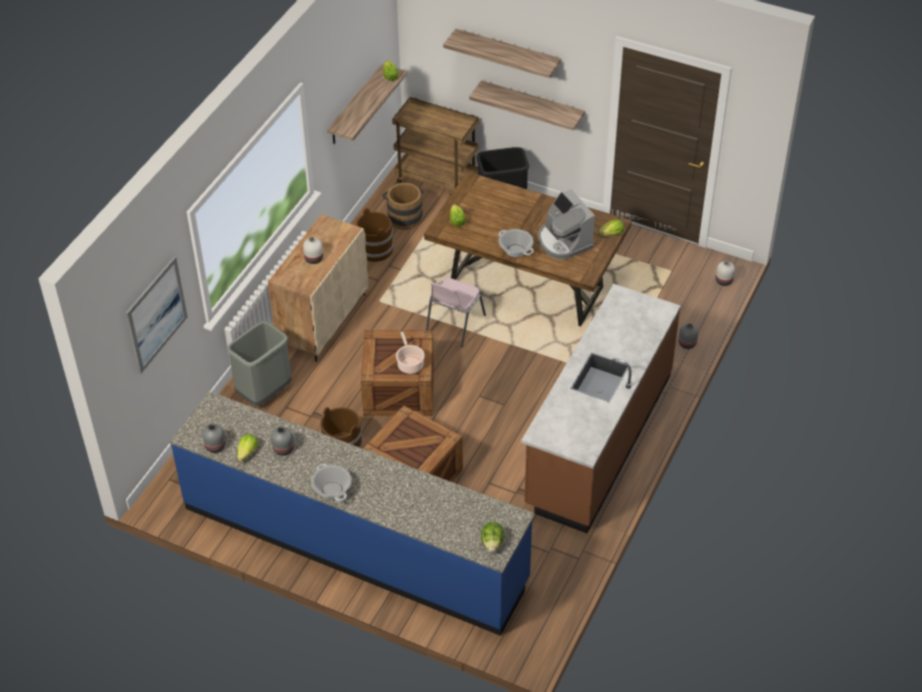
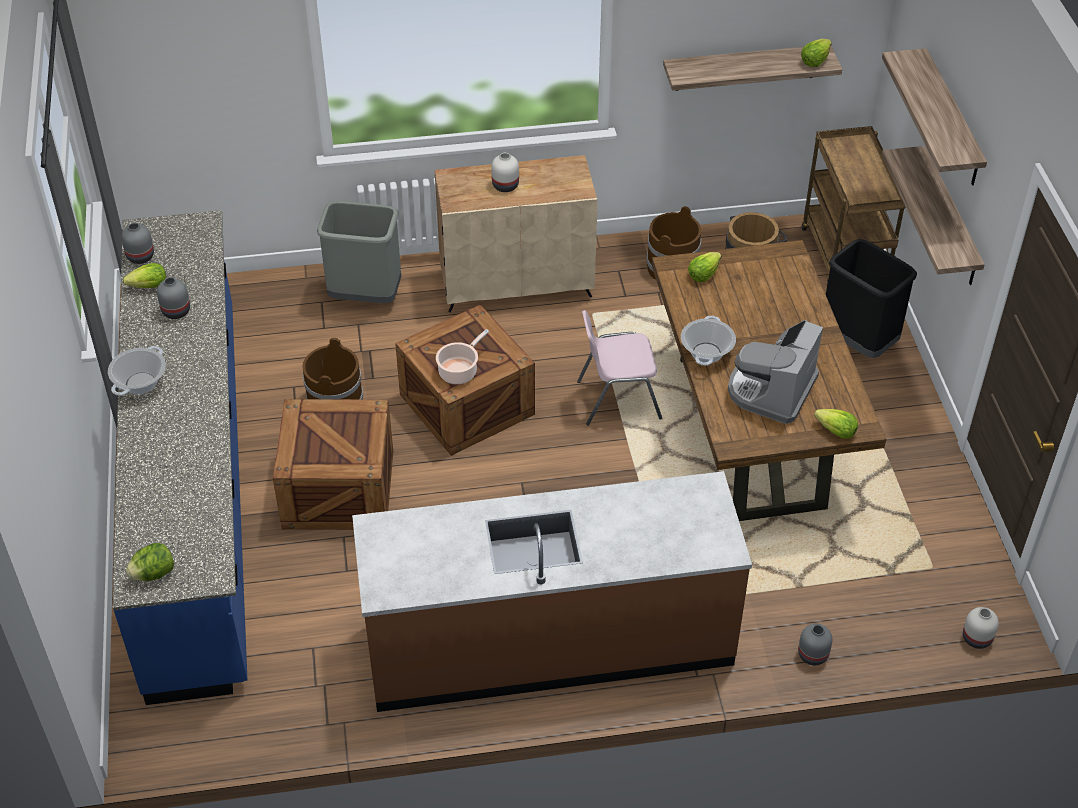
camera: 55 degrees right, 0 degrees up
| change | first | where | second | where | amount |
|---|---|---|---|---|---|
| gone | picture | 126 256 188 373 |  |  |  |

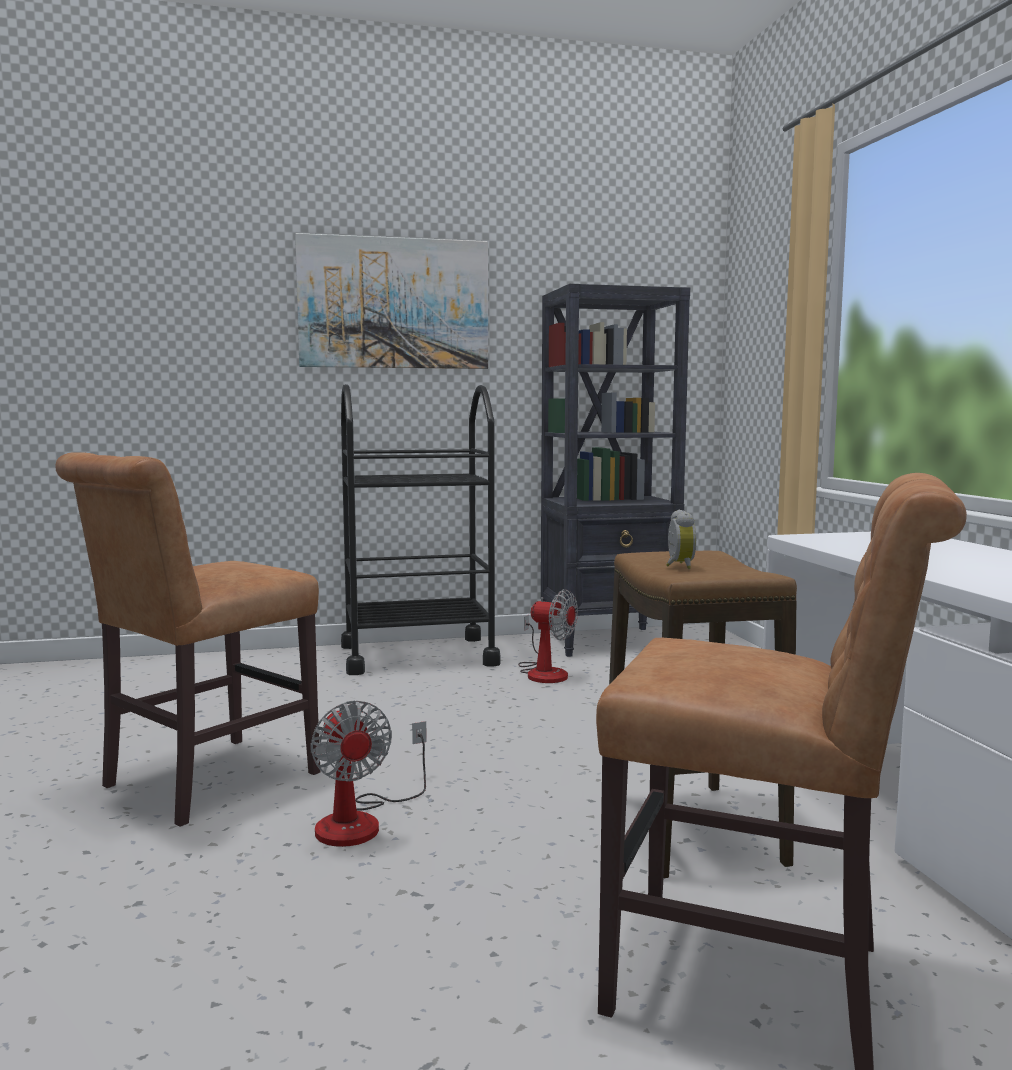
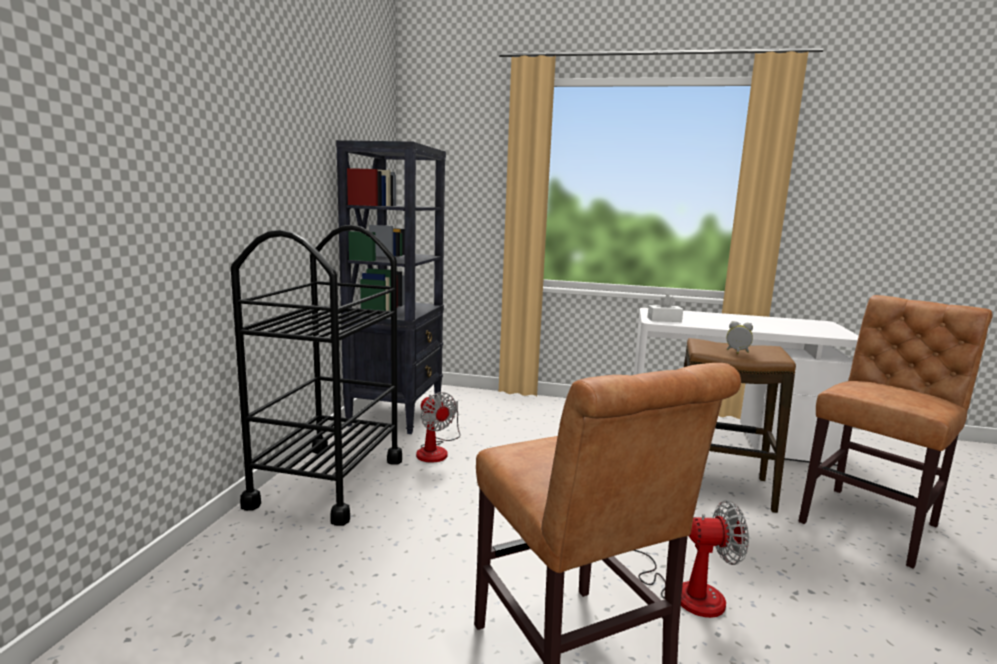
camera: 65 degrees left, 5 degrees up
| change | first | where | second | where | amount |
|---|---|---|---|---|---|
| gone | picture | 295 233 488 369 |  |  |  |
| rotated | fan | 518 589 578 683 |  | 416 392 461 463 | 90 degrees clockwise |
| new |  |  | white tissue box | 647 294 683 322 |  |

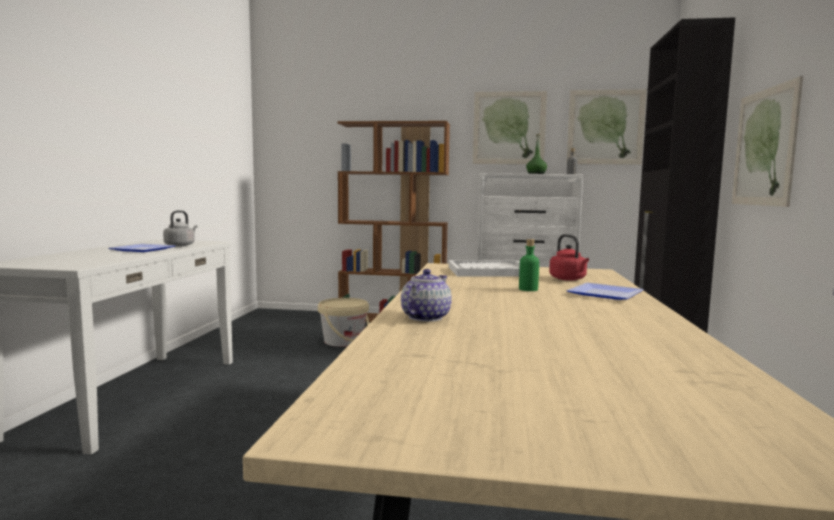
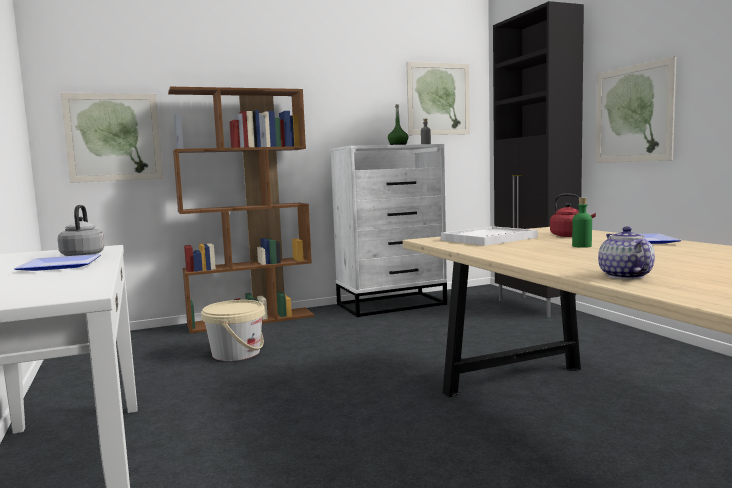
camera: 30 degrees left, 0 degrees up
| change | first | where | second | where | amount |
|---|---|---|---|---|---|
| shifted | picture | 473 91 547 164 |  | 61 93 163 183 |  |

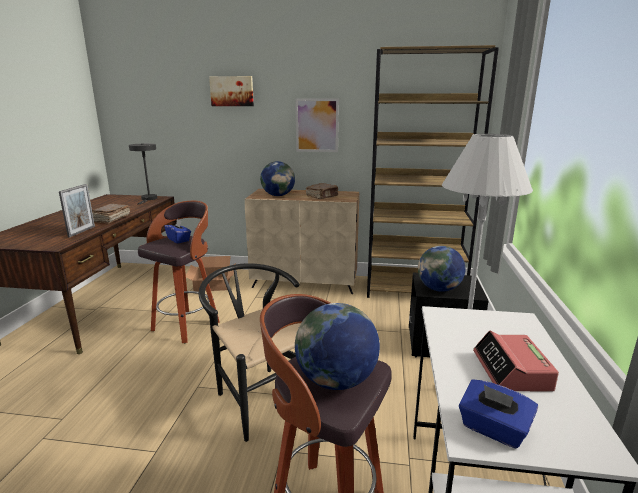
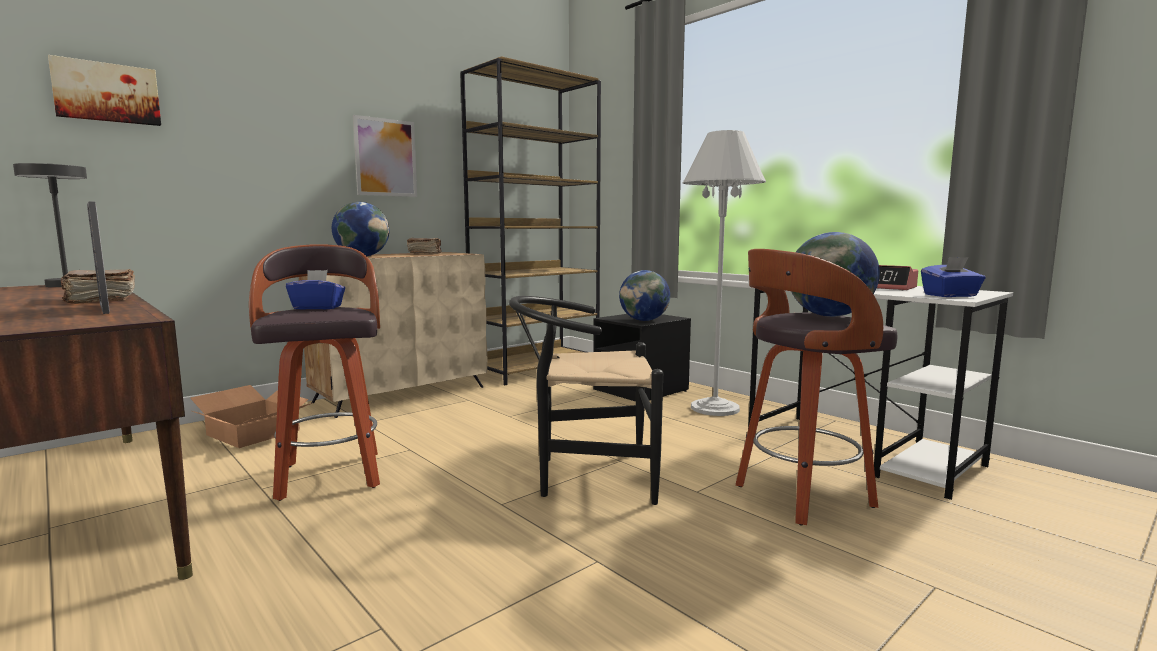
camera: 50 degrees left, 10 degrees down
| change | first | where | second | where | amount |
|---|---|---|---|---|---|
| shifted | picture | 209 76 254 106 |  | 48 55 161 126 |  |

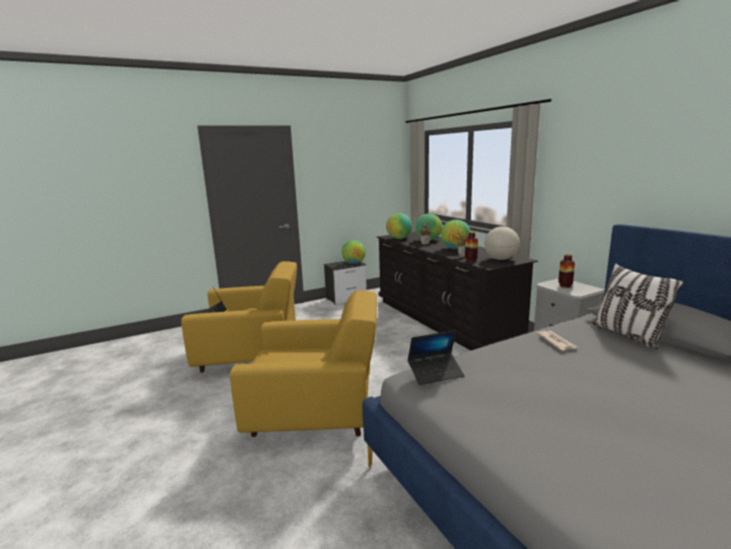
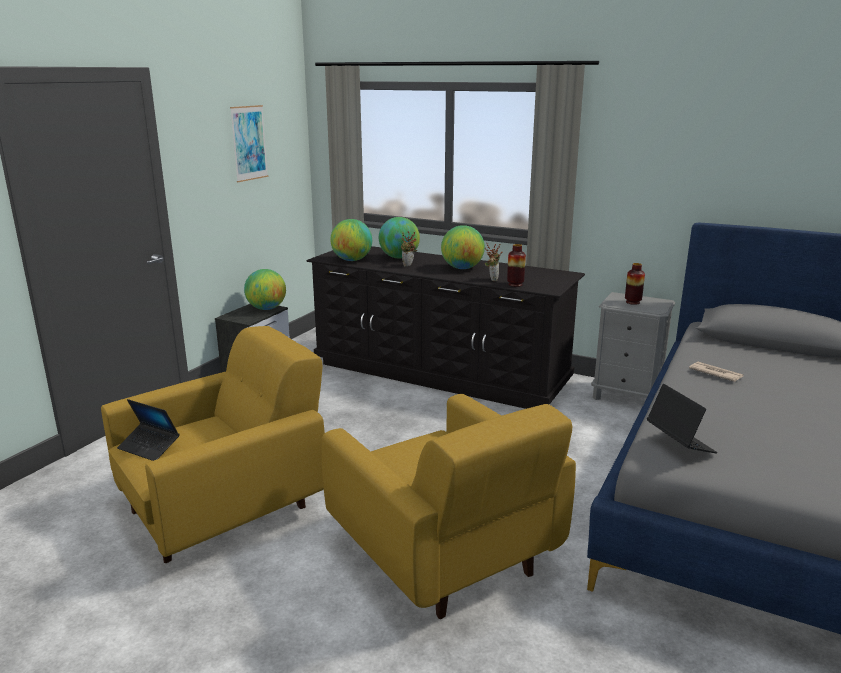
camera: 35 degrees left, 5 degrees up
| change | first | where | second | where | amount |
|---|---|---|---|---|---|
| gone | globe | 485 226 520 260 |  |  |  |
| gone | pillow | 591 263 684 351 |  |  |  |
| rotated | yellow armchair | 230 290 377 437 |  | 322 394 576 619 | 90 degrees clockwise |
| rotated | laptop | 407 330 465 385 |  | 647 384 717 453 | 60 degrees counterclockwise |
| new |  |  | picture | 230 105 268 182 |  |

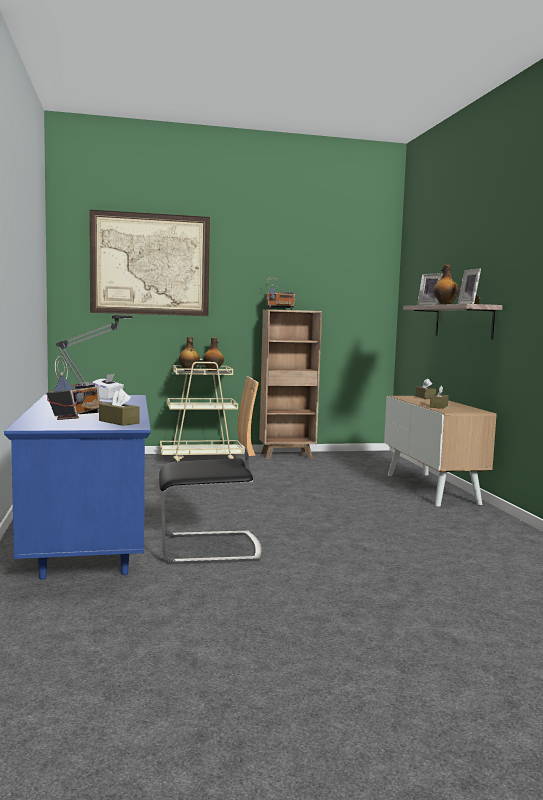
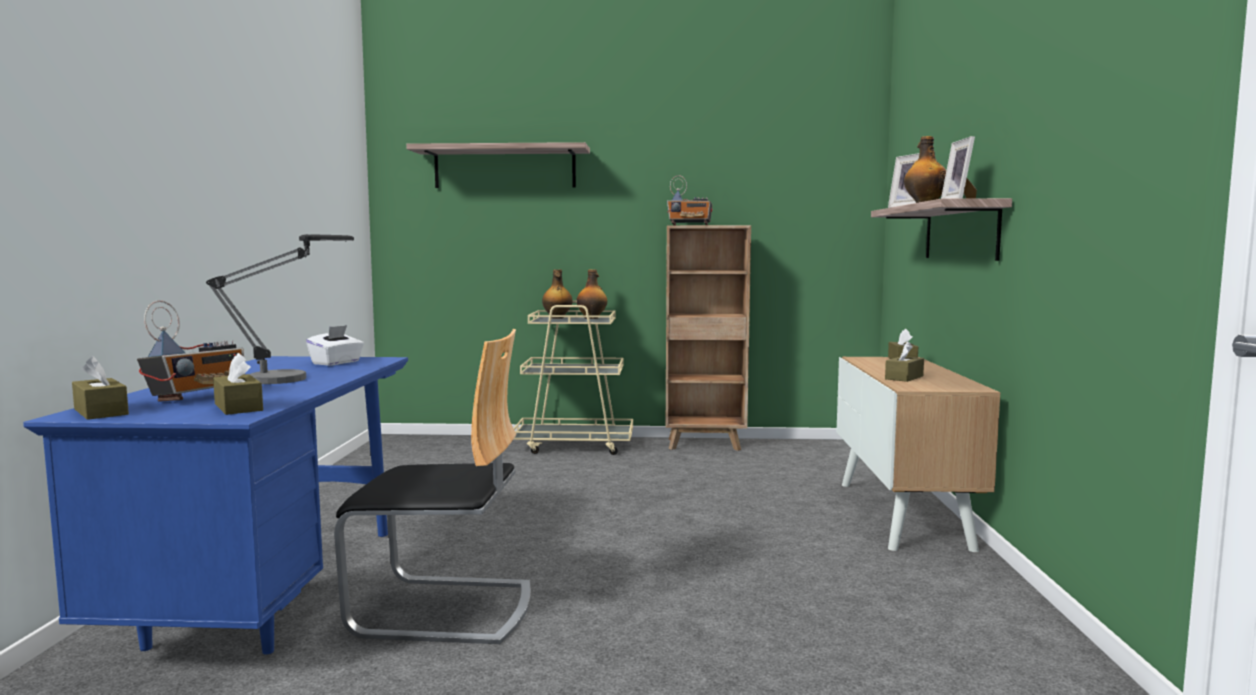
camera: 15 degrees right, 0 degrees up
| change | first | where | second | where | amount |
|---|---|---|---|---|---|
| swapped | picture | 89 209 210 316 | shelf | 406 142 590 188 |  |
| new |  |  | brown tissue box | 72 356 129 420 |  |

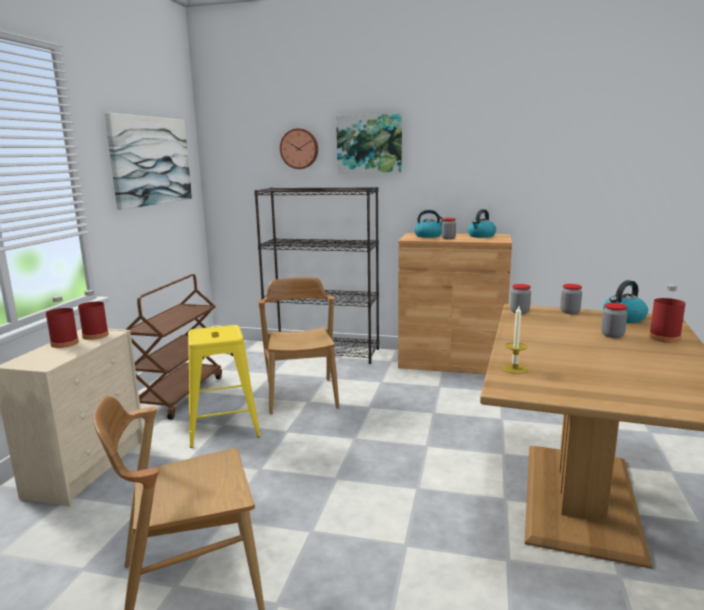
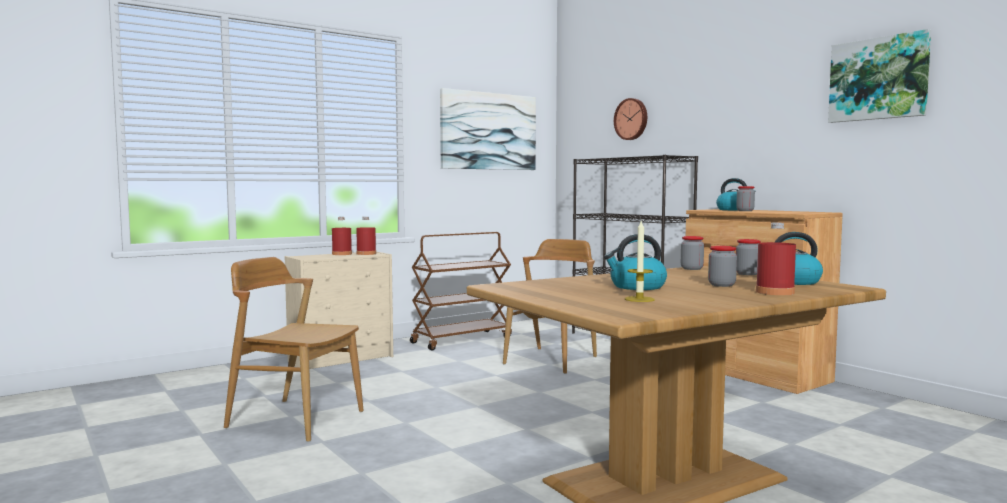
camera: 40 degrees right, 10 degrees down
| change | first | where | second | where | amount |
|---|---|---|---|---|---|
| shifted | picture | 336 114 402 174 |  | 828 29 931 123 |  |
| shifted | kettle | 468 209 496 238 |  | 604 234 667 290 |  |
| shifted | candle | 502 306 528 374 |  | 625 221 655 302 |  |
| gone | yellow stool | 188 325 261 448 |  |  |  |

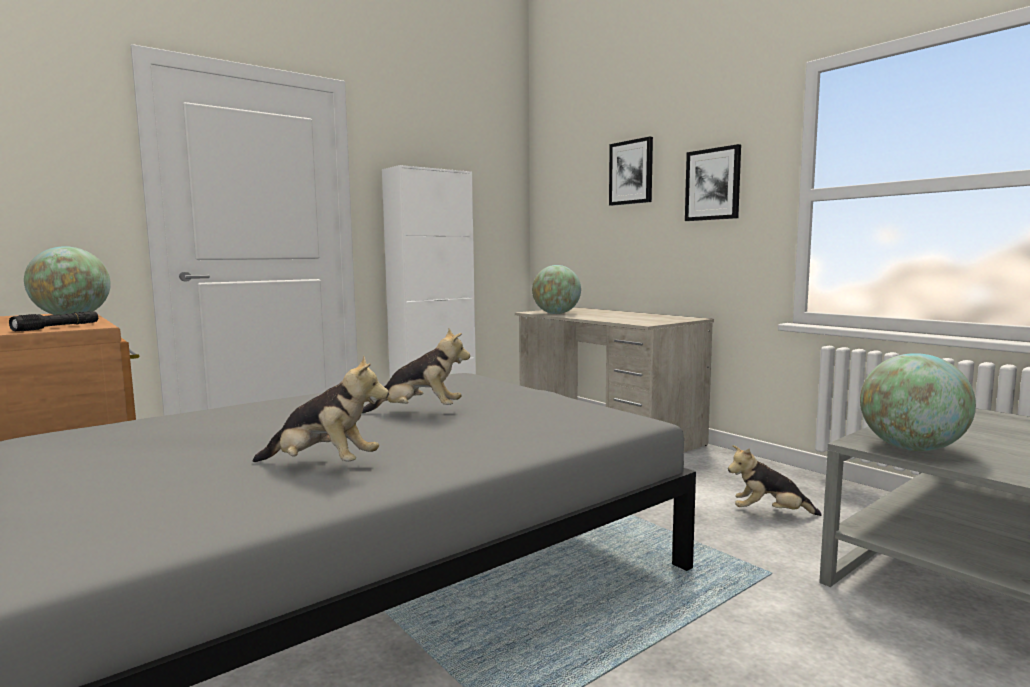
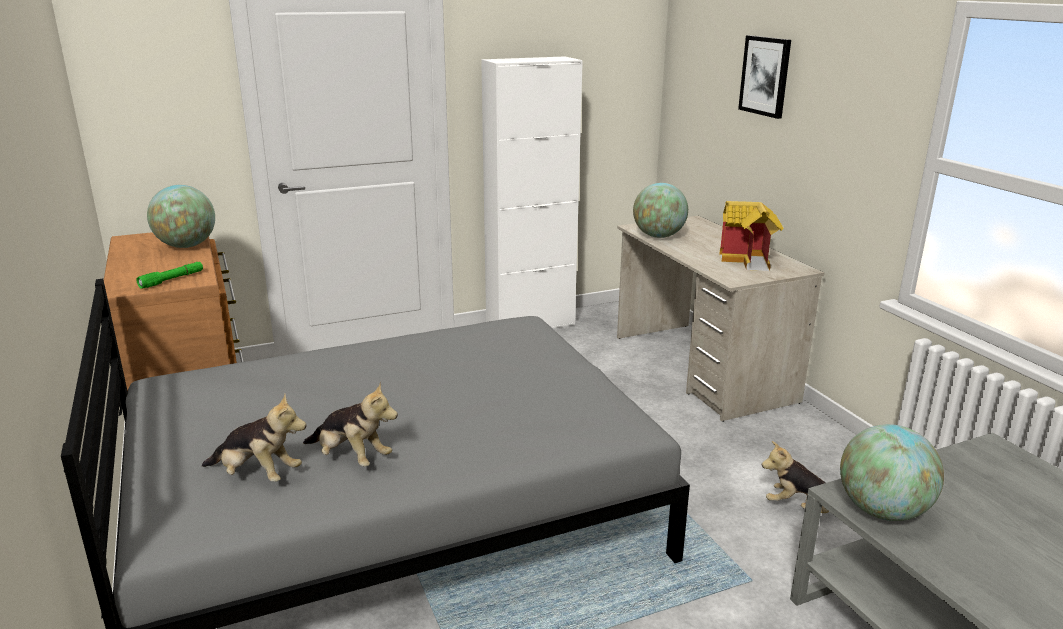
camera: 15 degrees right, 15 degrees up
| change | first | where | second | where | amount |
|---|---|---|---|---|---|
| gone | picture | 685 144 741 221 |  |  |  |
| repainted | black flashlight | 9 311 98 331 | green flashlight | 136 262 203 289 |  |
| shifted | plush toy | 362 329 470 413 |  | 202 394 306 482 |  |
| new |  |  | toy house | 719 201 784 271 |  |

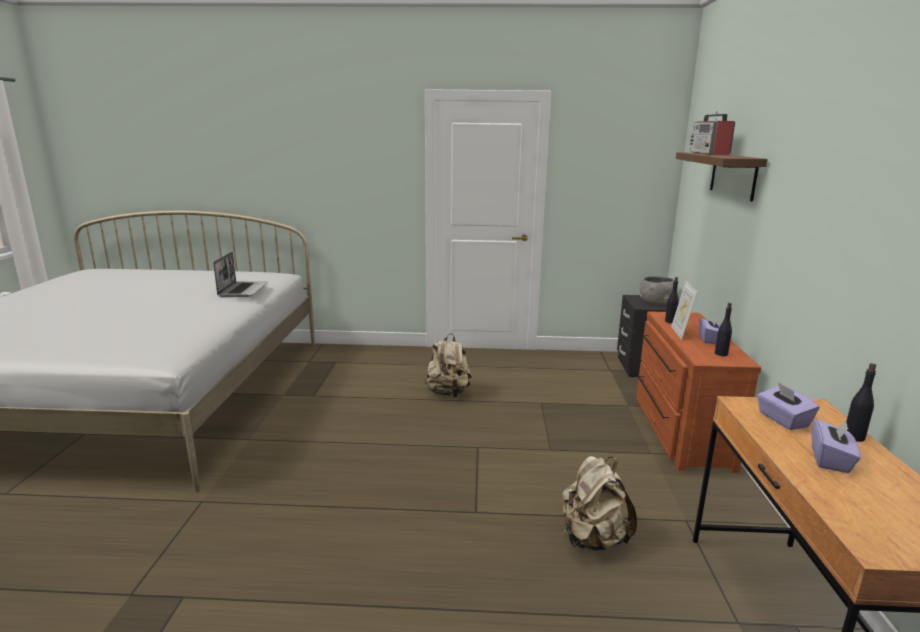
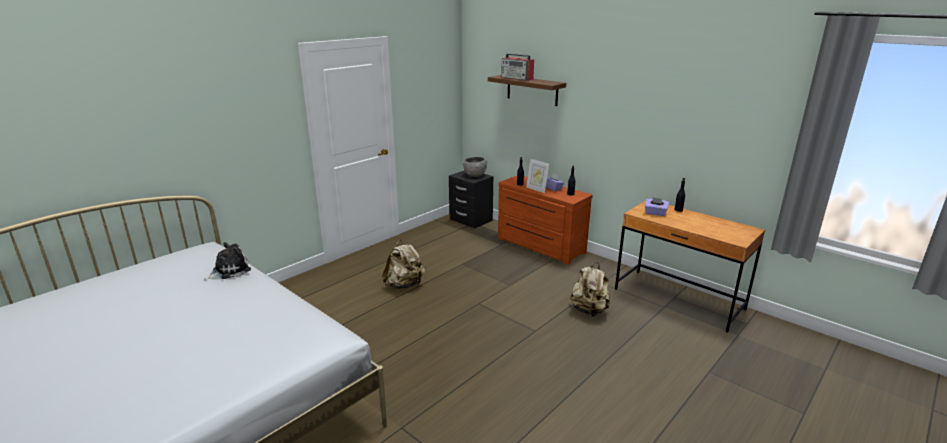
camera: 50 degrees left, 5 degrees up
| change | first | where | second | where | amount |
|---|---|---|---|---|---|
| swapped | laptop | 213 252 268 297 | plush toy | 204 242 251 281 |  |
| gone | purple tissue box | 812 419 861 473 |  |  |  |

